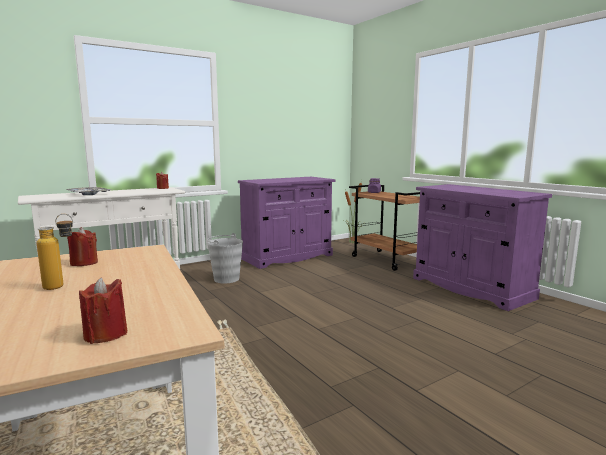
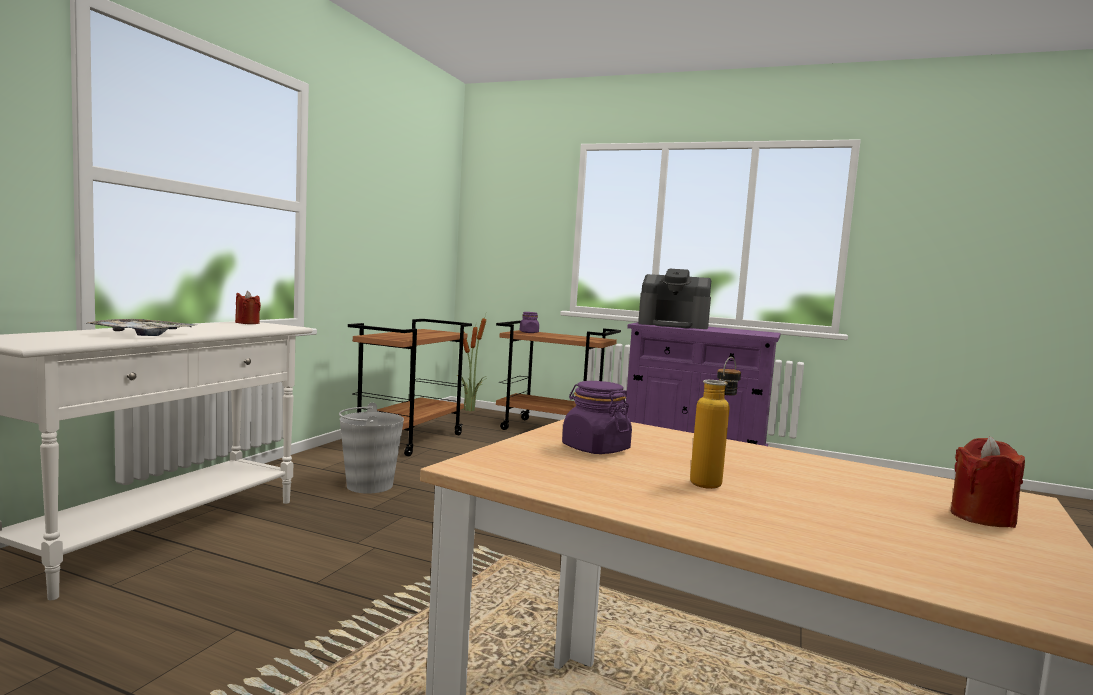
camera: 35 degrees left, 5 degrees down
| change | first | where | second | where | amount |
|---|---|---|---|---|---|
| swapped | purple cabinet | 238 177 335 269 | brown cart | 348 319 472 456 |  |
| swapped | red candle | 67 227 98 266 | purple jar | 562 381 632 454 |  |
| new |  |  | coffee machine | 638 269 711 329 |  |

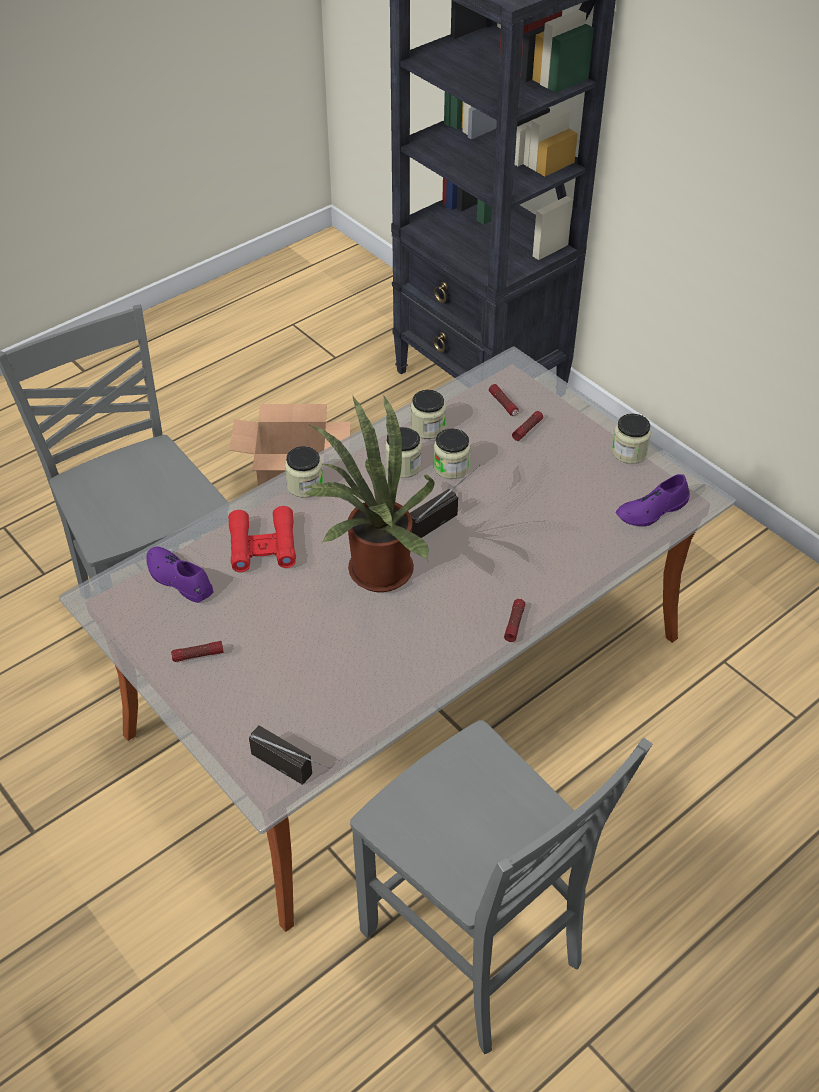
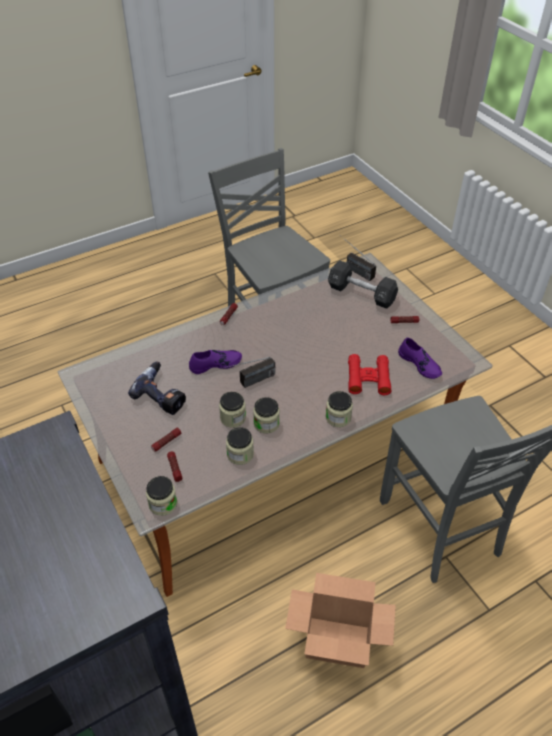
camera: 170 degrees left, 0 degrees up
| change | first | where | second | where | amount |
|---|---|---|---|---|---|
| gone | potted plant | 304 394 434 592 |  |  |  |
| shifted | jar | 612 413 651 464 |  | 146 476 177 516 |  |
| shifted | purple shoe | 616 474 690 526 |  | 189 350 242 374 |  |
| new |  |  | black dumbbell | 328 260 398 309 |  |
| new |  |  | power drill | 128 362 186 415 |  |

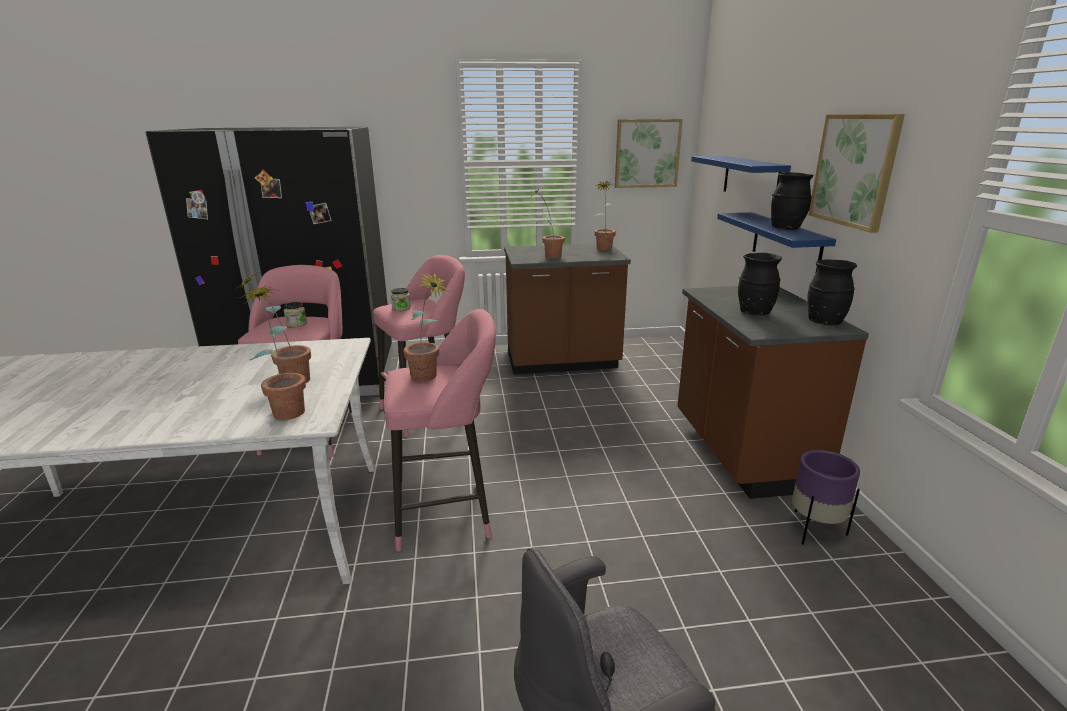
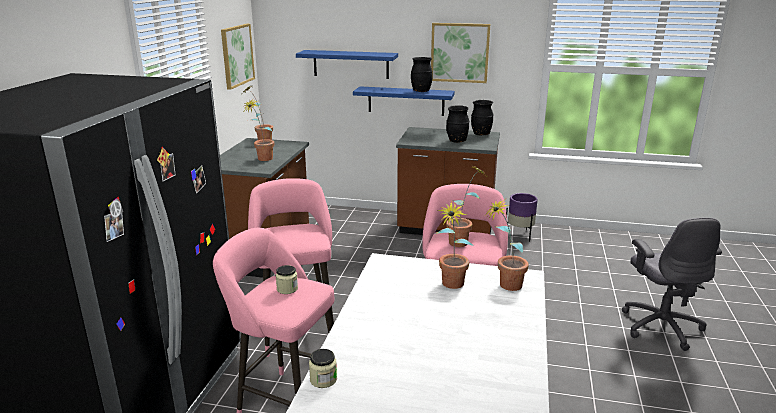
camera: 70 degrees left, 0 degrees up
| change | first | where | second | where | amount |
|---|---|---|---|---|---|
| shifted | jar | 391 288 411 311 |  | 309 349 337 388 |  |

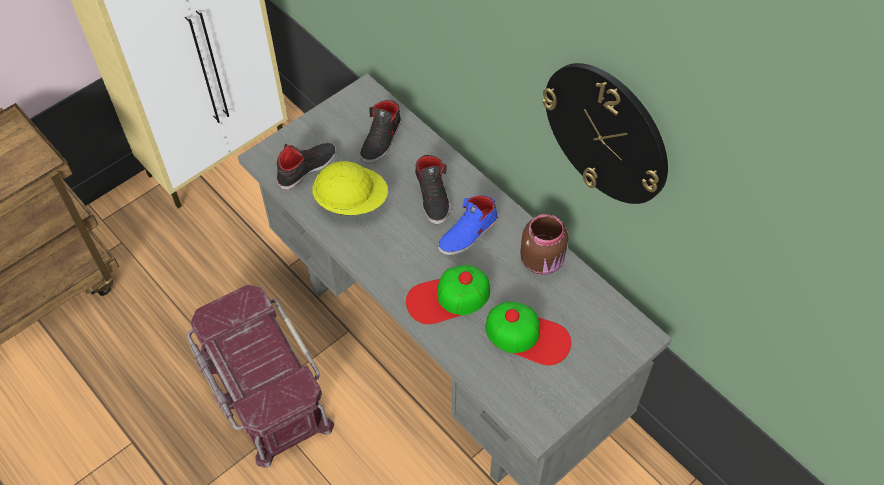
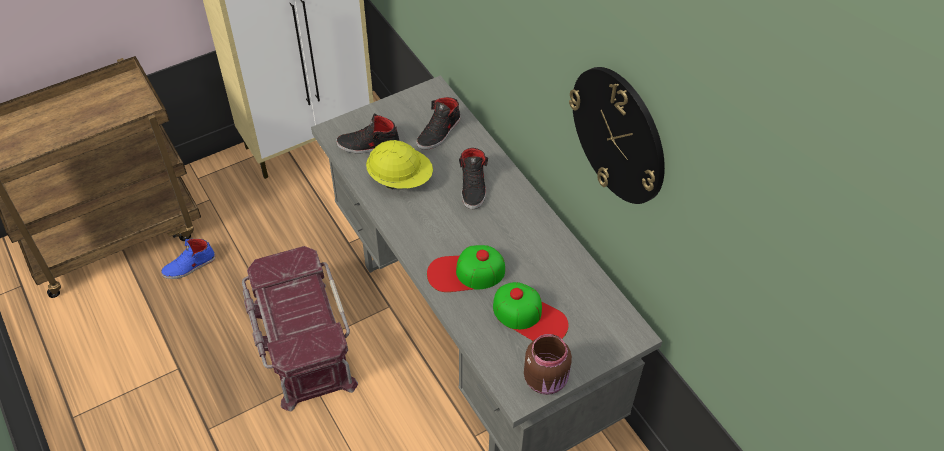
camera: 10 degrees right, 5 degrees down
| change | first | where | second | where | amount |
|---|---|---|---|---|---|
| rotated | black shoe | 277 143 337 190 |  | 336 113 400 153 | 150 degrees counterclockwise |
| shifted | blue shoe | 438 196 497 255 |  | 161 239 215 279 |  |
| shifted | brown jar | 520 214 568 275 |  | 524 334 572 395 |  |

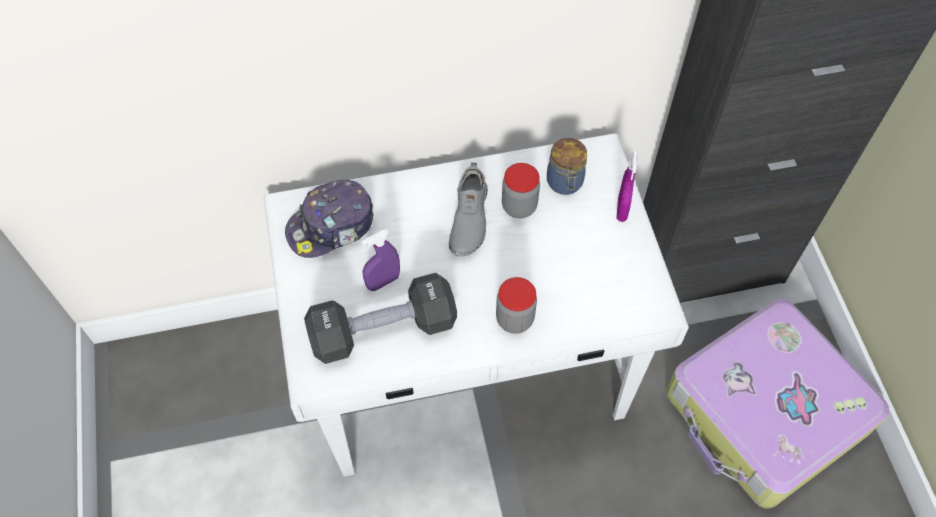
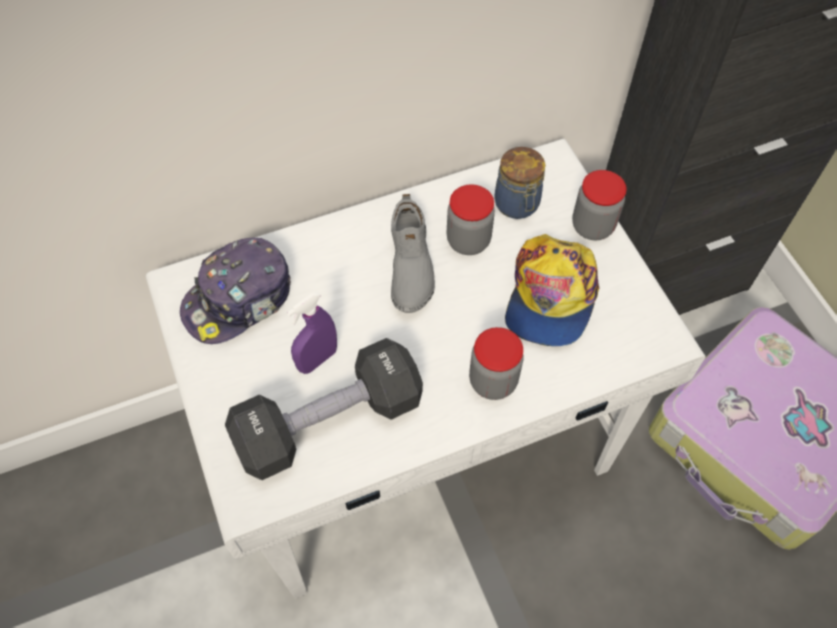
camera: 10 degrees left, 0 degrees up
| change | first | where | second | where | amount |
|---|---|---|---|---|---|
| swapped | purple spray bottle | 616 151 638 222 | jar | 572 170 627 240 |  |
| new |  |  | cap | 505 234 599 346 |  |

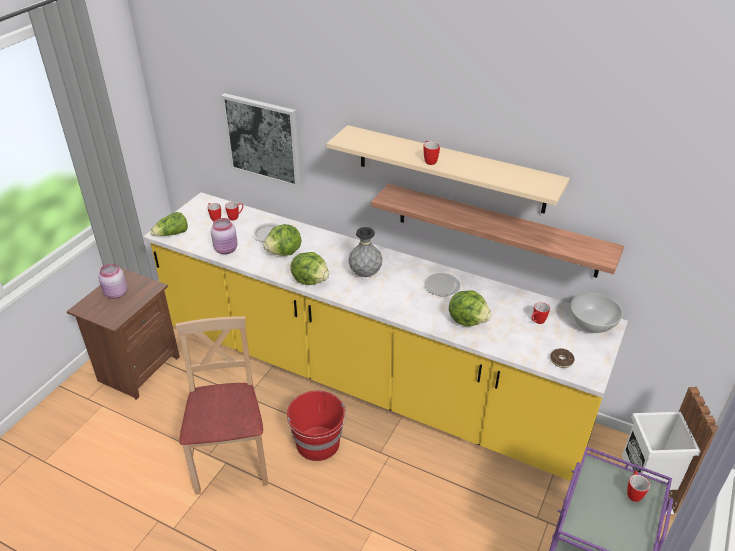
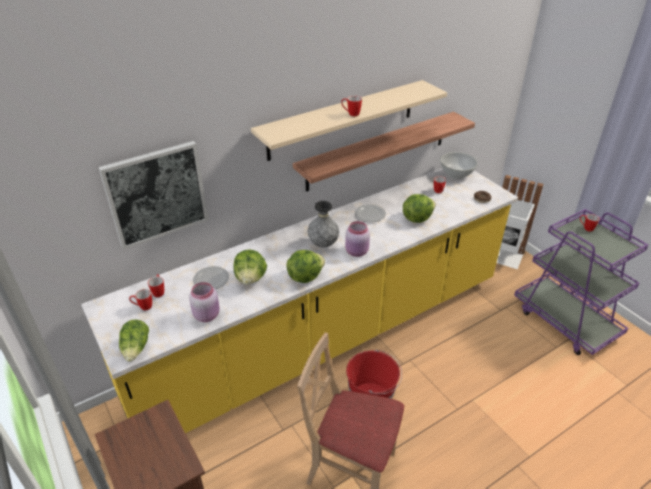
camera: 60 degrees left, 0 degrees up
| change | first | where | second | where | amount |
|---|---|---|---|---|---|
| shifted | pink jar | 98 264 127 299 |  | 345 221 370 257 |  |

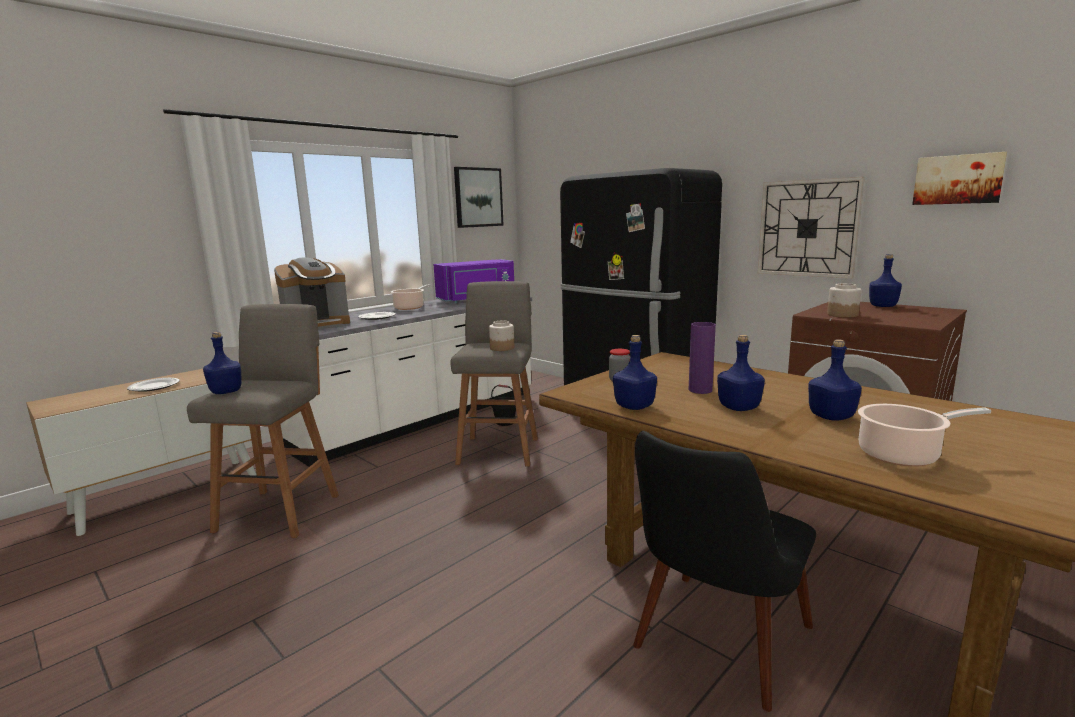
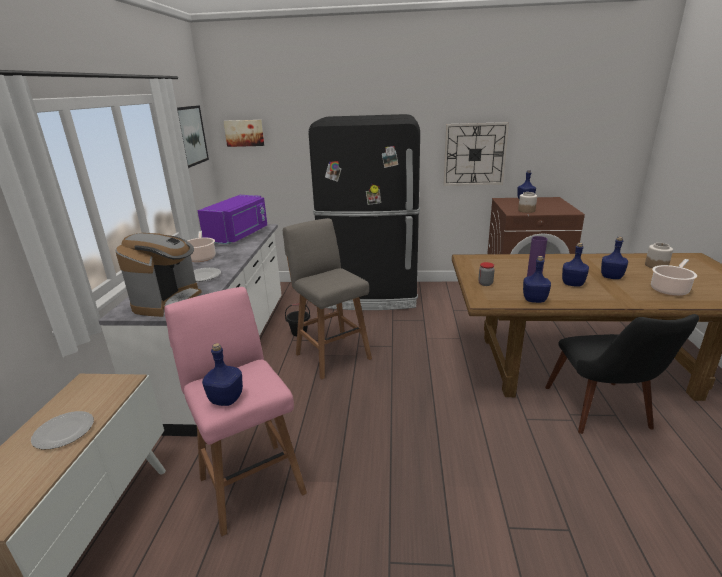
camera: 40 degrees left, 10 degrees up
| change | first | where | second | where | amount |
|---|---|---|---|---|---|
| shifted | picture | 912 152 1007 205 |  | 223 120 264 147 |  |
| repainted | grey stool | 187 304 339 538 | pink stool | 164 287 307 536 |  |
| shifted | jar | 489 320 514 351 |  | 645 243 673 268 |  |

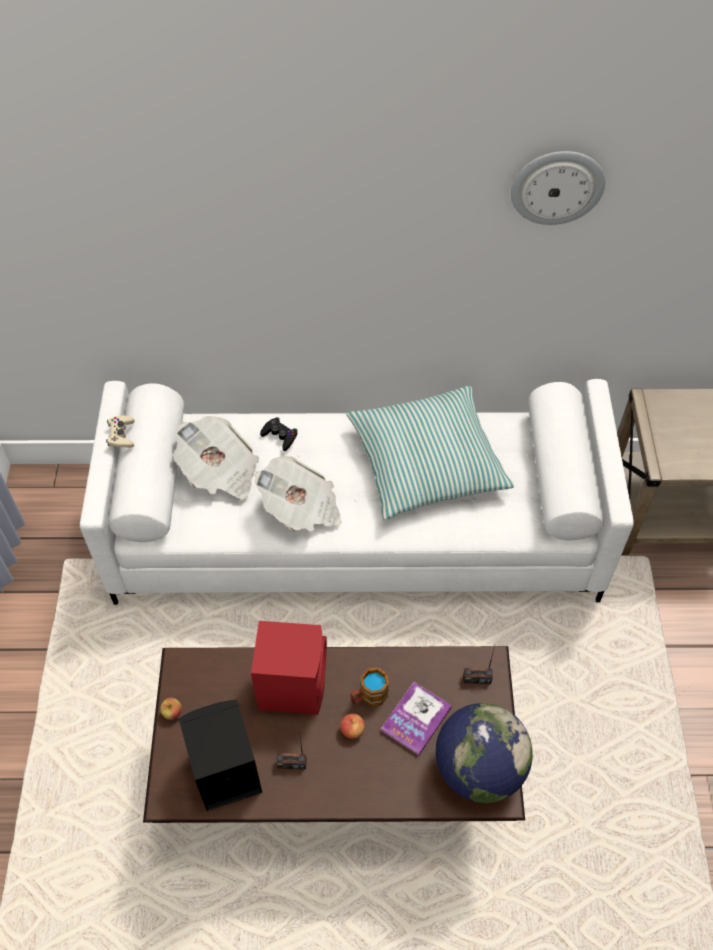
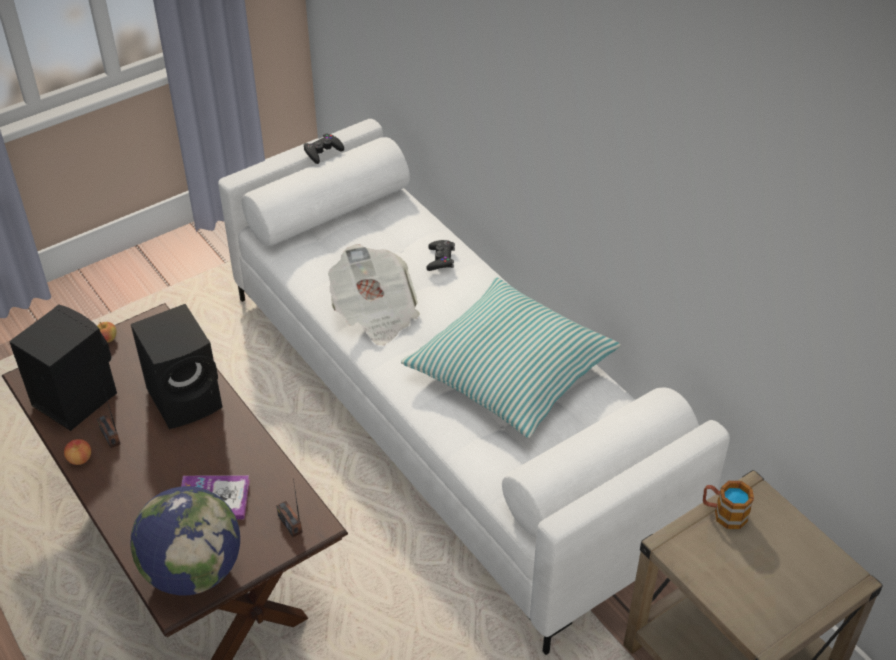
camera: 55 degrees right, 10 degrees down
| change | first | where | second | where | amount |
|---|---|---|---|---|---|
| gone | wall clock | 511 151 605 225 |  |  |  |
| repainted | beige game controller | 106 415 135 448 | black game controller | 303 133 344 164 |  |
| gone | newspaper | 173 416 259 499 |  |  |  |
| repainted | red speaker | 251 621 327 715 | black speaker | 131 304 222 429 |  |
| shifted | mug | 350 667 389 706 |  | 703 481 754 529 |  |
| shifted | apple | 340 713 365 739 |  | 64 439 91 465 |  |

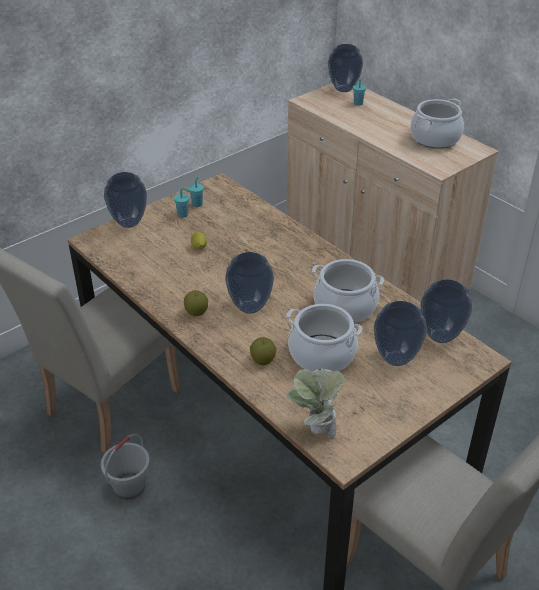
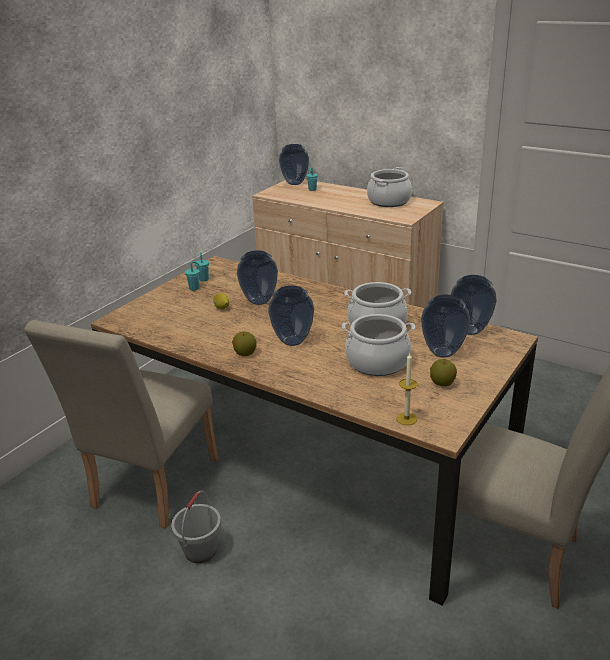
camera: 15 degrees left, 10 degrees down
| change | first | where | second | where | amount |
|---|---|---|---|---|---|
| shifted | vase | 104 172 147 228 |  | 237 250 278 305 |  |
| shifted | apple | 250 337 276 365 |  | 430 359 457 387 |  |
| swapped | potted plant | 287 368 345 439 | candle | 396 353 417 425 |  |

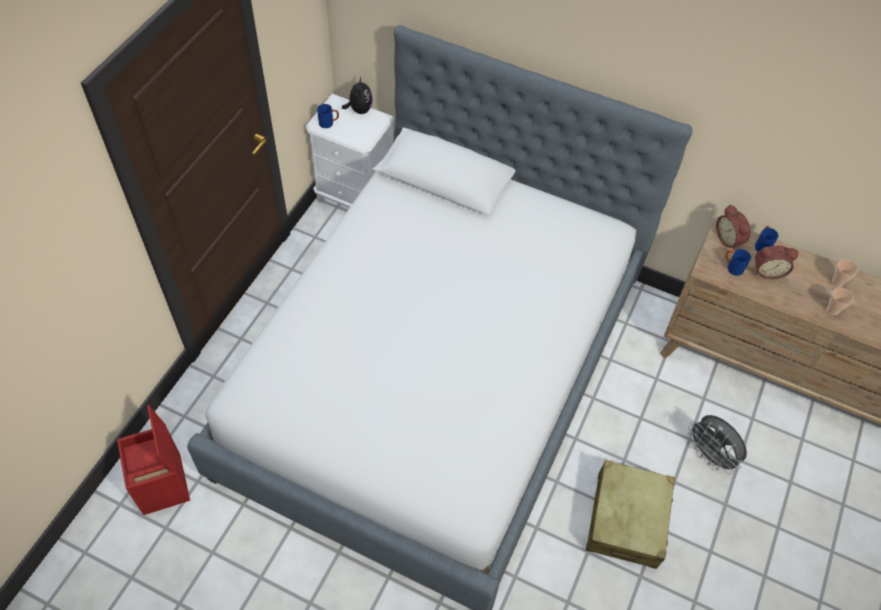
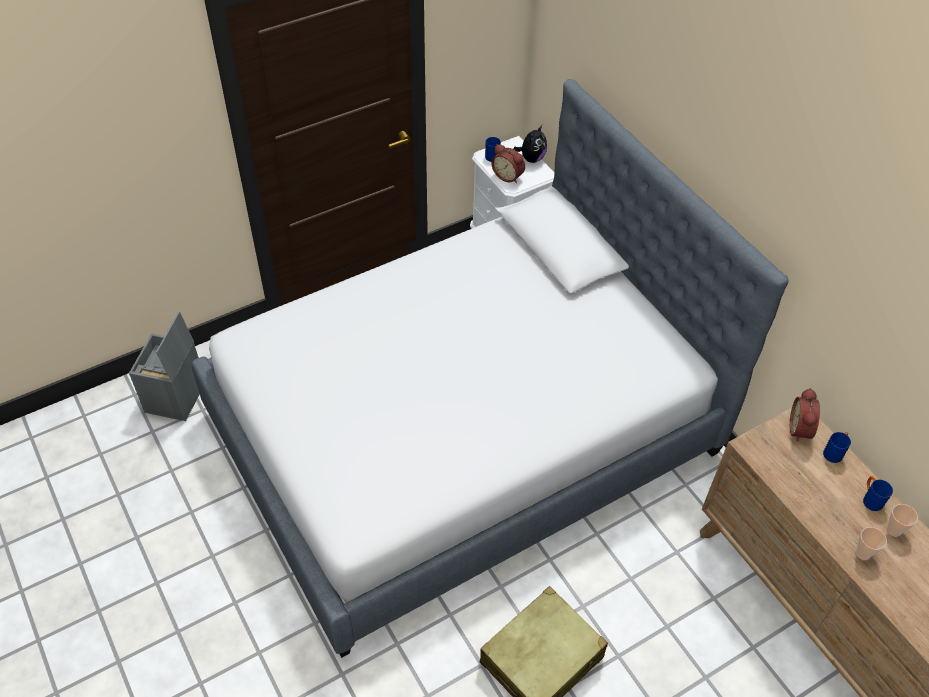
camera: 35 degrees right, 5 degrees down
| change | first | where | second | where | amount |
|---|---|---|---|---|---|
| shifted | alarm clock | 755 246 799 279 |  | 492 144 525 183 |  |
| shifted | blue mug | 725 249 751 276 |  | 863 476 893 511 |  |
| repainted | red storage box | 117 405 190 515 | grey storage box | 129 311 200 421 |  |
| gone | grey fan | 688 415 747 474 |  |  |  |

